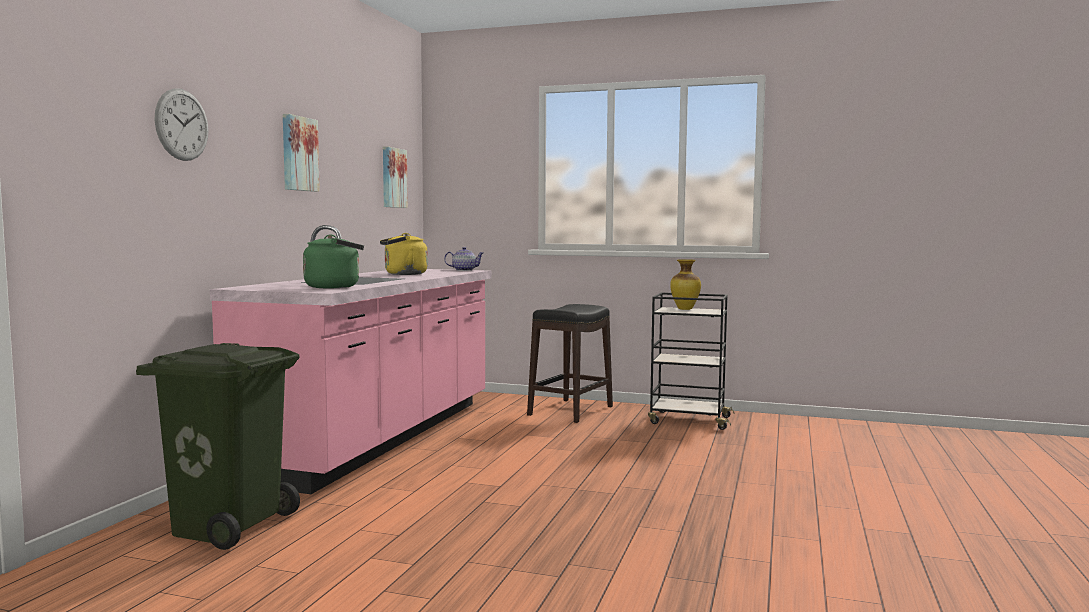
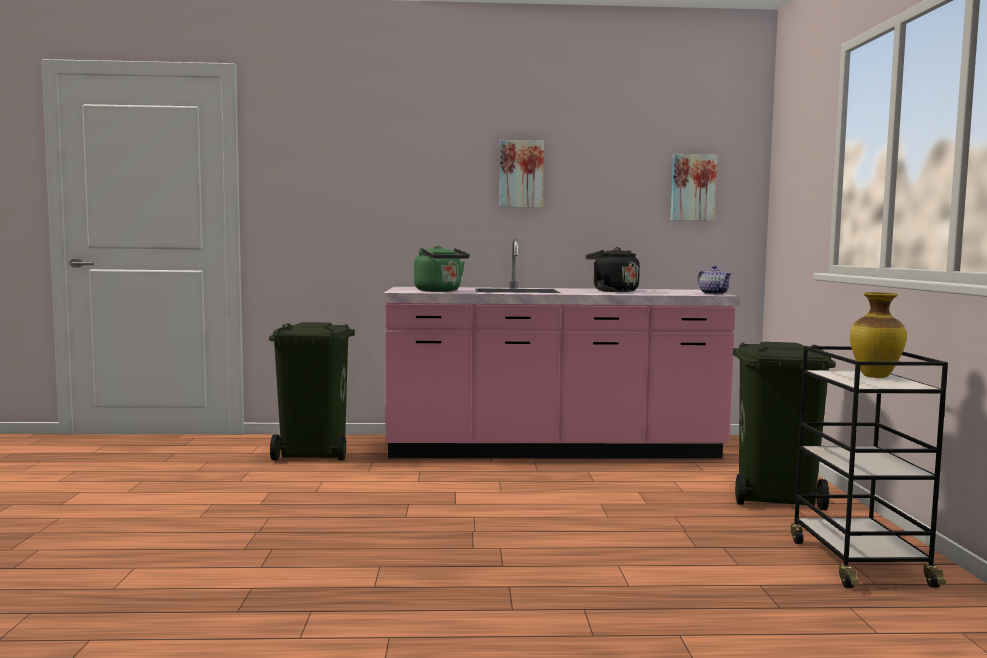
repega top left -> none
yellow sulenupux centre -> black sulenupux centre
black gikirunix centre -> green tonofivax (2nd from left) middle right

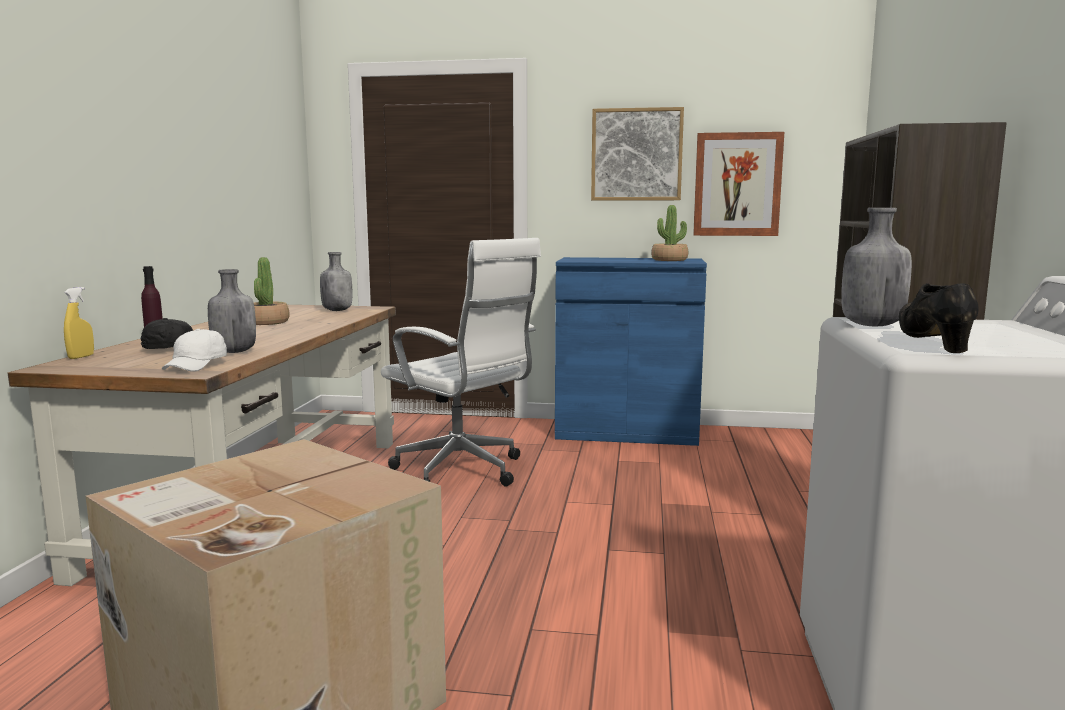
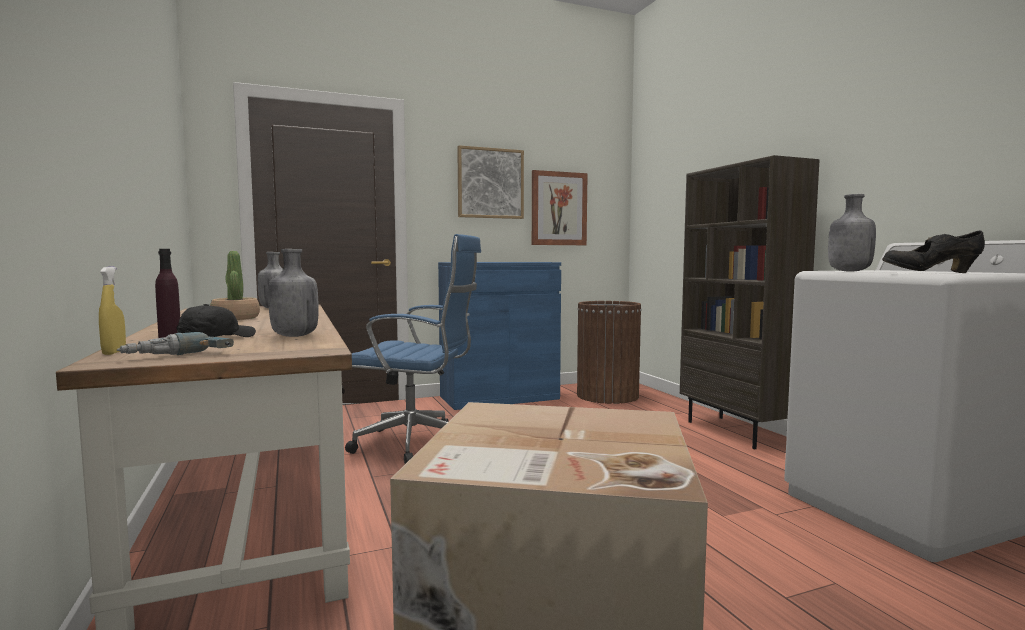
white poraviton middle left -> none
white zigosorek centre -> blue zigosorek centre
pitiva (2nd from left) top centre -> none
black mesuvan middle right, 60 degrees counterclockwise
none -> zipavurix middle left
none -> brown tonofivax centre

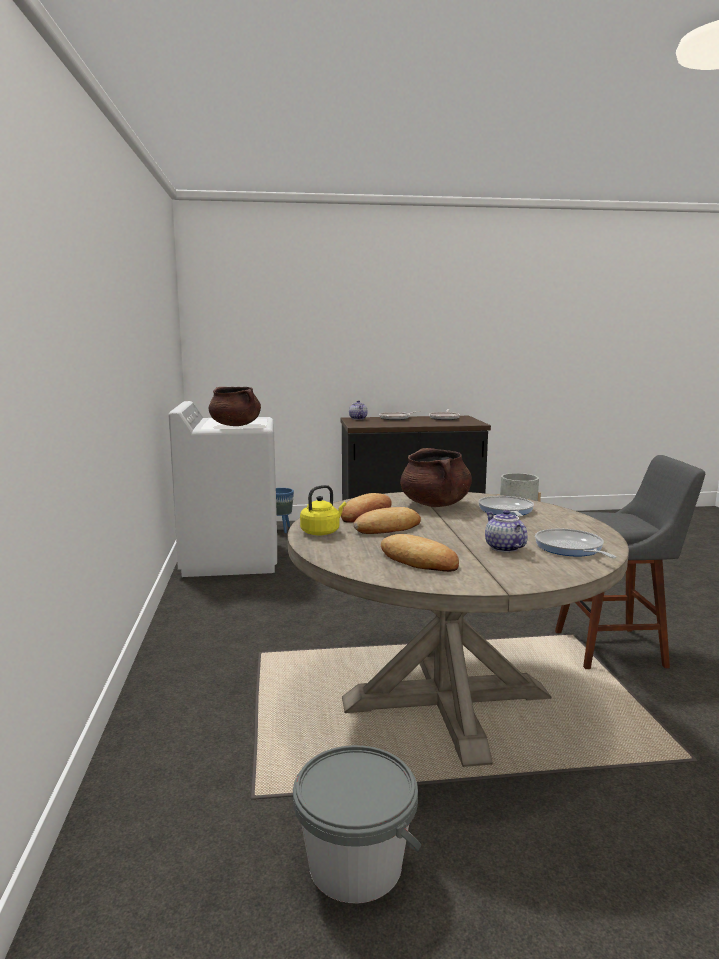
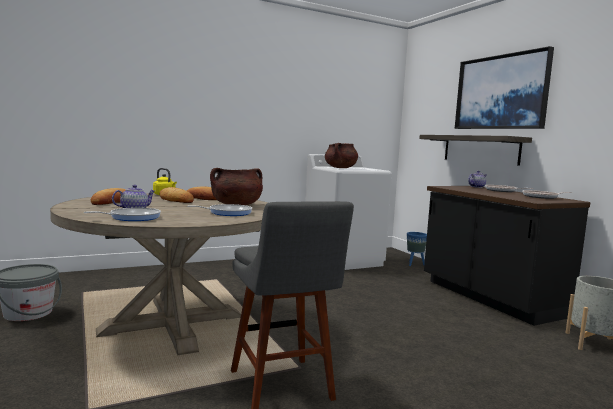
none -> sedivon middle right
none -> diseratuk top right

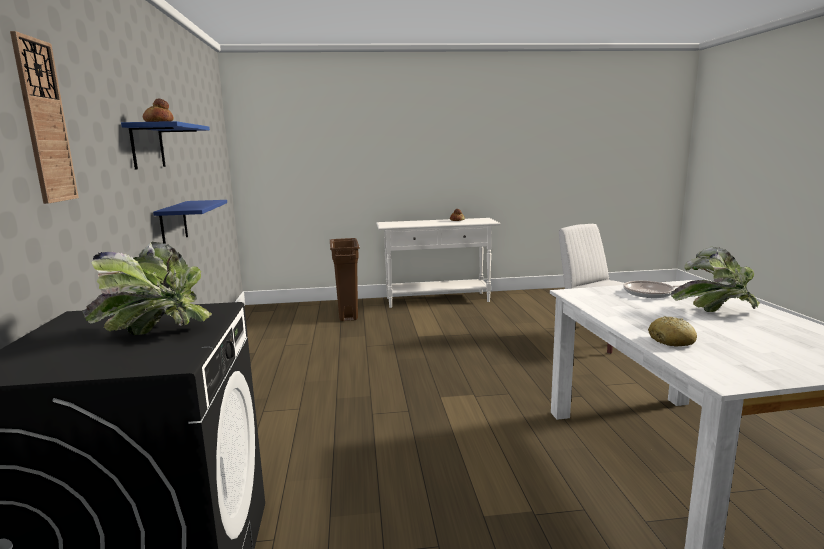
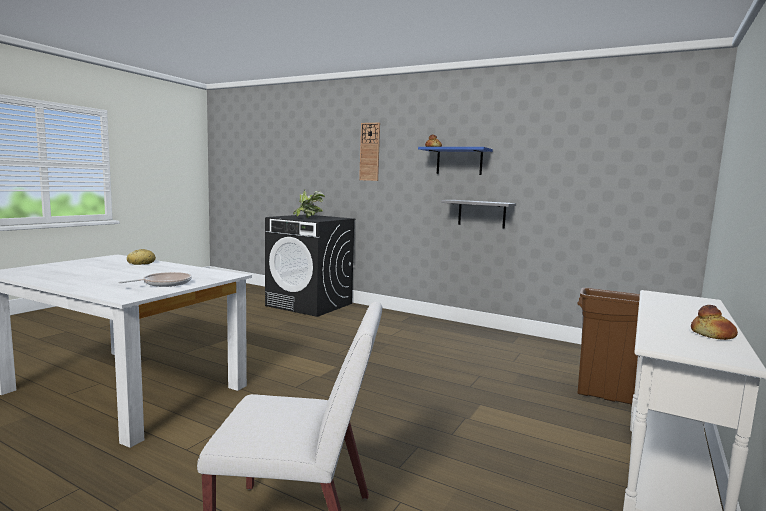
blue sedivon (2nd from left) middle left -> grey sedivon centre
pitiva (2nd from left) middle right -> none

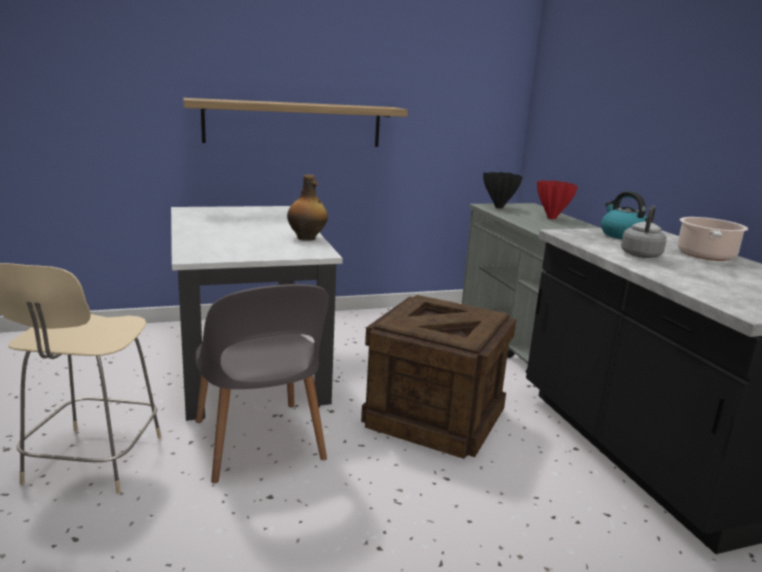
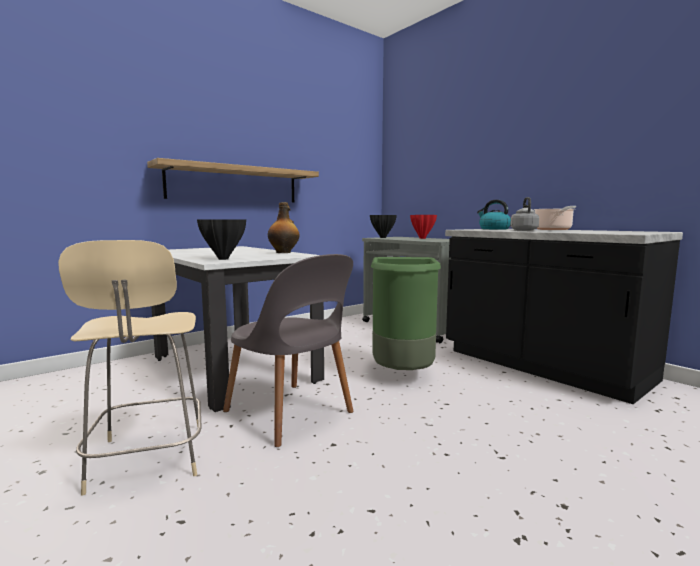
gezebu centre -> green tonofivax centre
none -> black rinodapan (1st from left) middle left

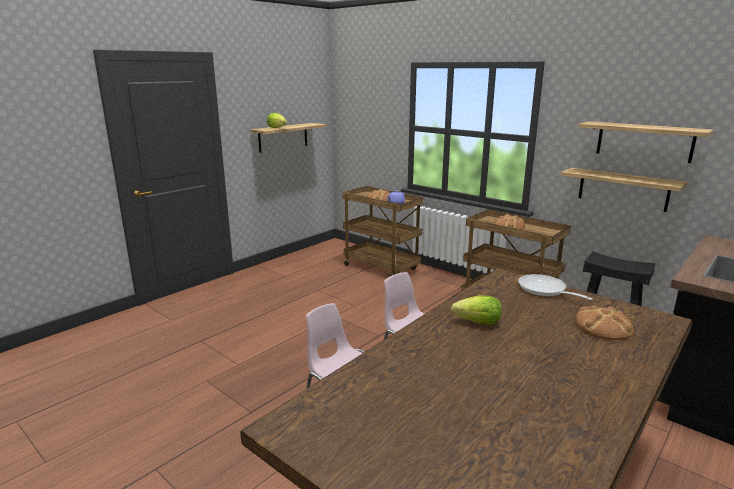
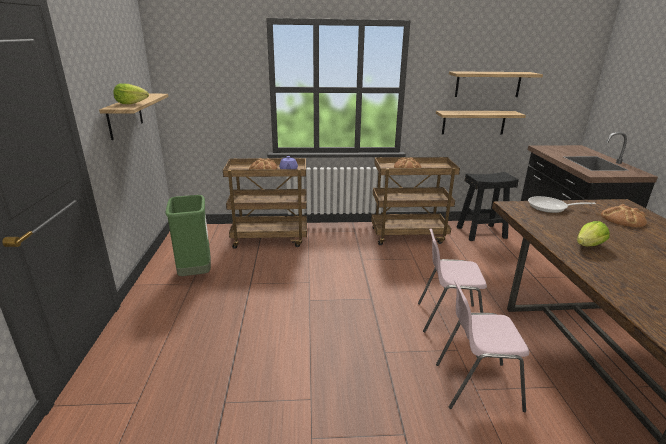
none -> green tonofivax middle left

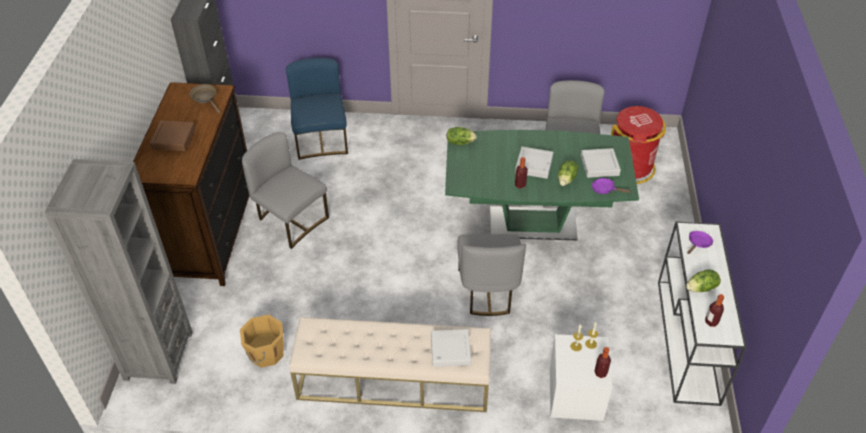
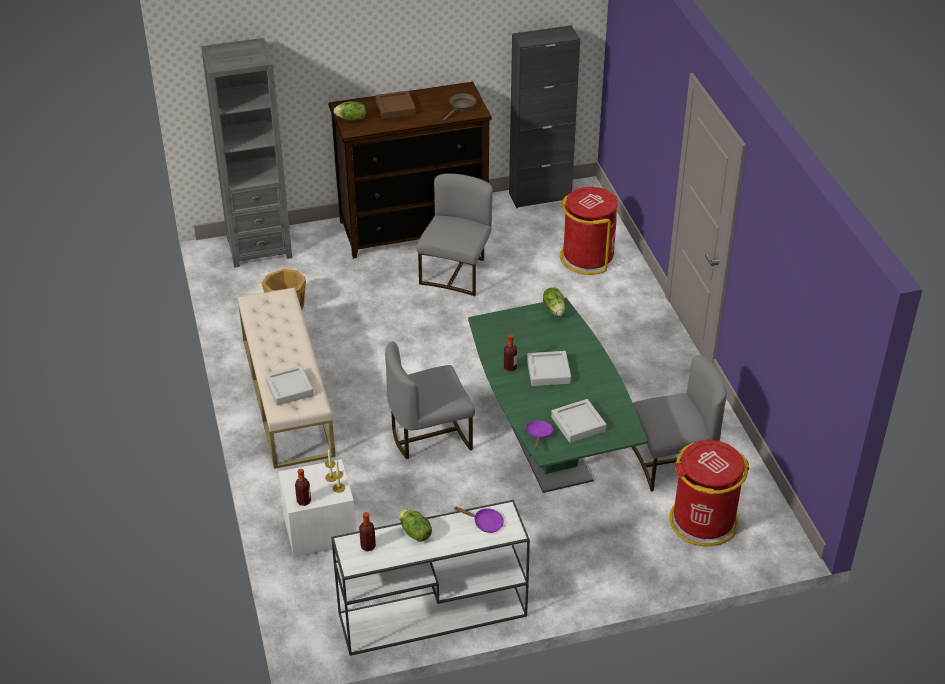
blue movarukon top centre -> red tonofivax (1st from left) centre
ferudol (2nd from left in the first image) centre -> ferudol (1st from left) top centre, moved

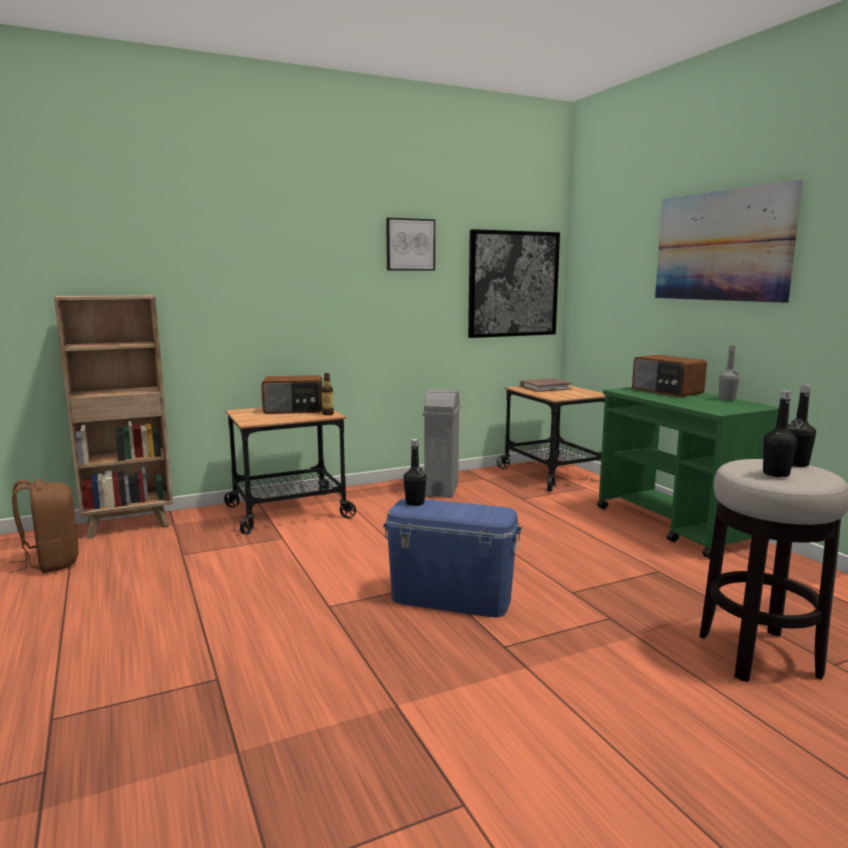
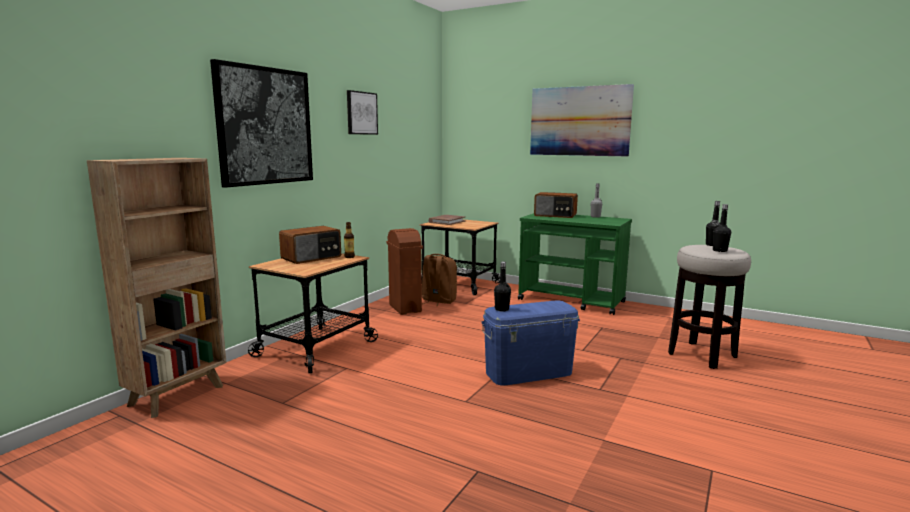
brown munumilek middle left -> brown munumilek centre, moved
grey tonofivax centre -> brown tonofivax centre
diseratuk (2nd from left in the first image) centre -> diseratuk (1st from left) top left, moved

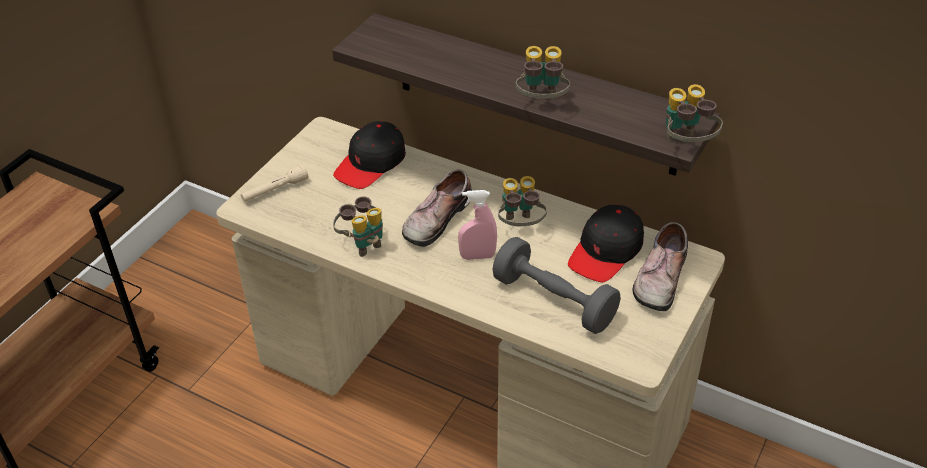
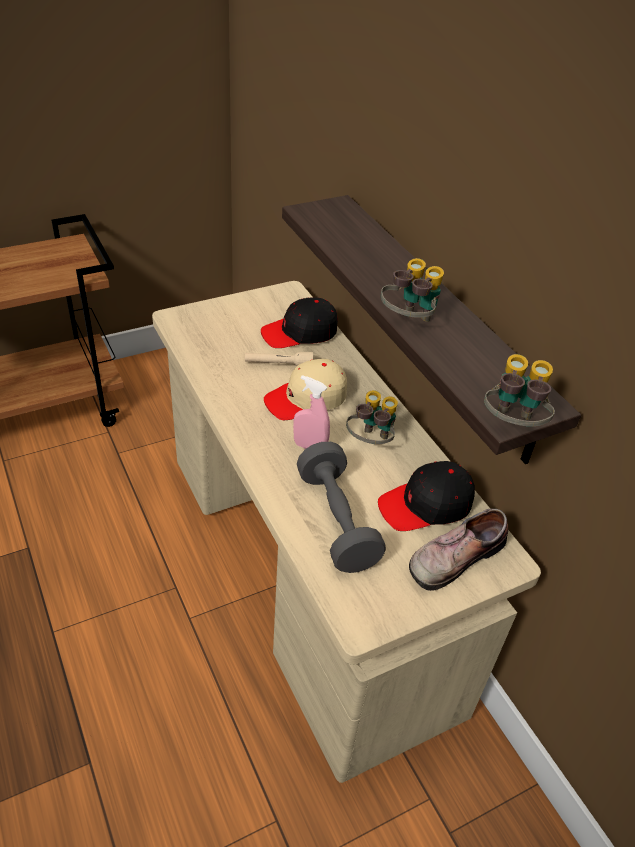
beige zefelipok middle left -> beige zefelipok centre, moved
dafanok (1st from left) centre -> none
mesuvan (1st from left) centre -> beige poraviton centre

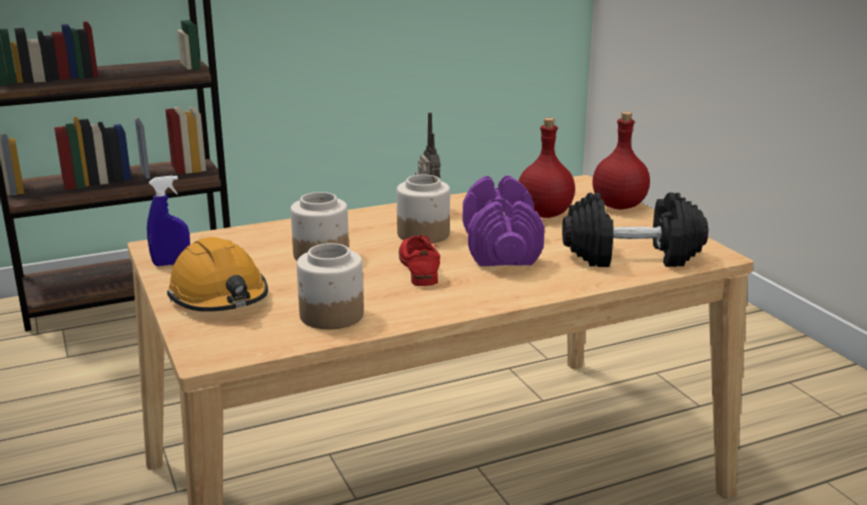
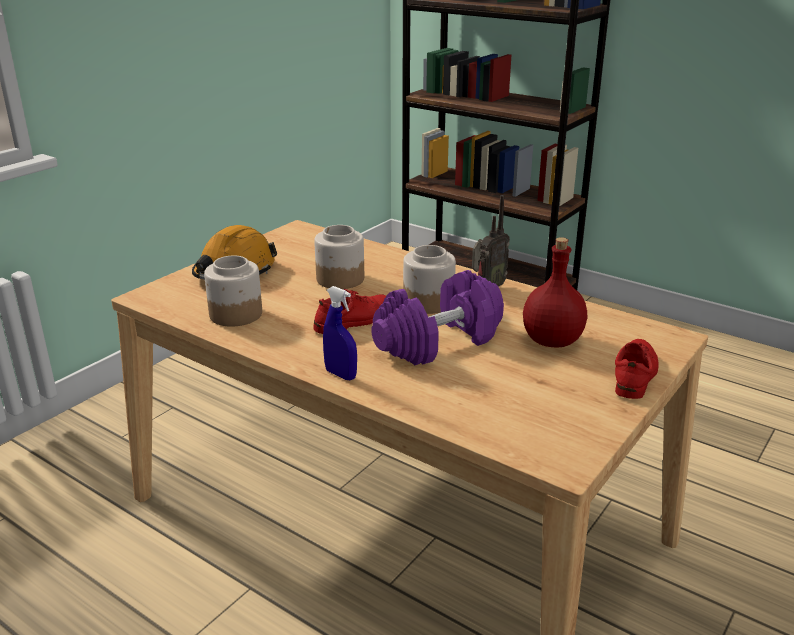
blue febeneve middle left -> blue febeneve centre, moved
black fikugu middle right -> none
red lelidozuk (2nd from left) top right -> red mesuvan (2nd from left) middle right

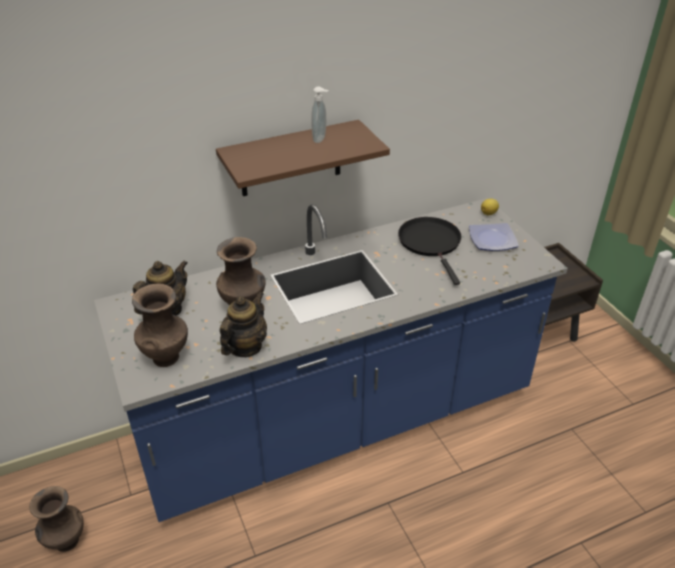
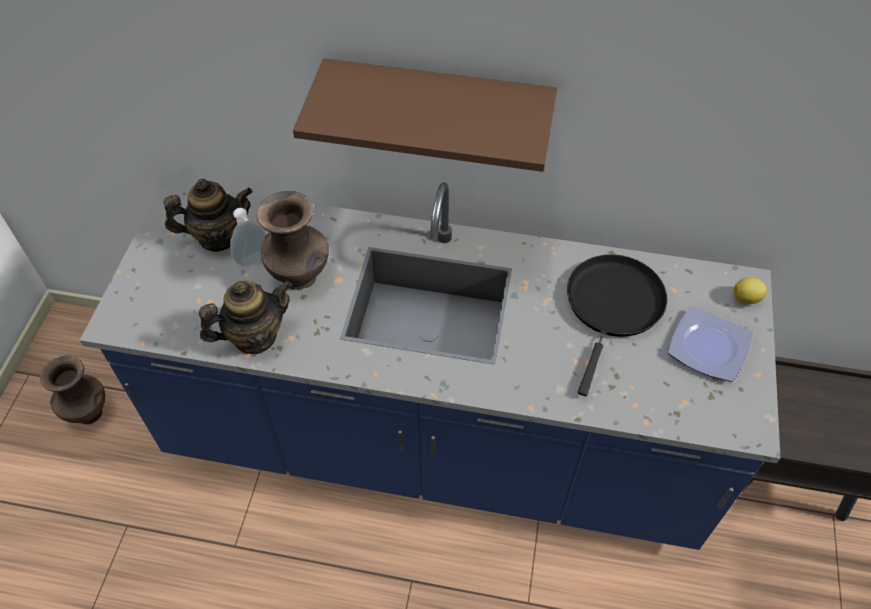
brown rinodapan (2nd from left) middle left -> none
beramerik top centre -> beramerik middle left, moved

